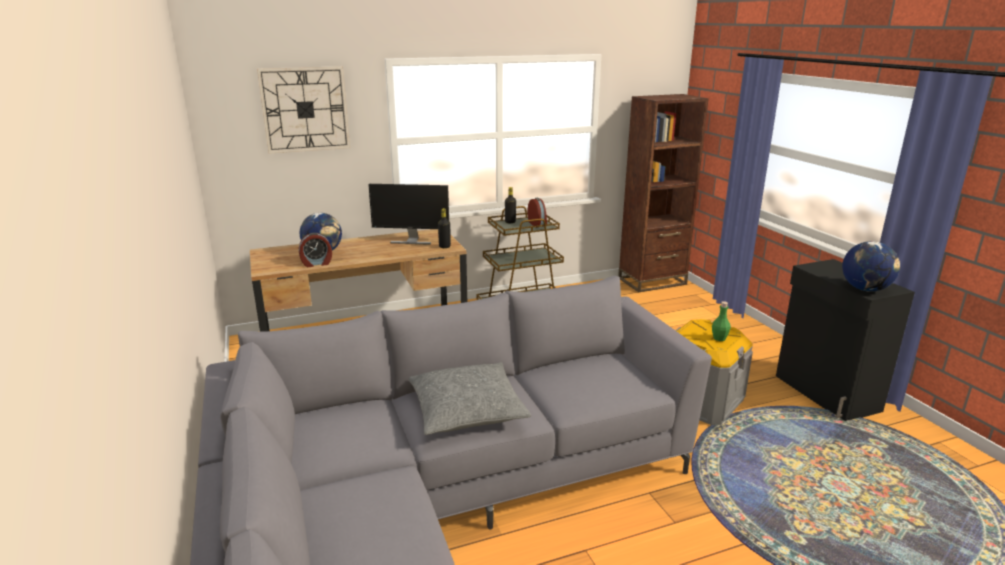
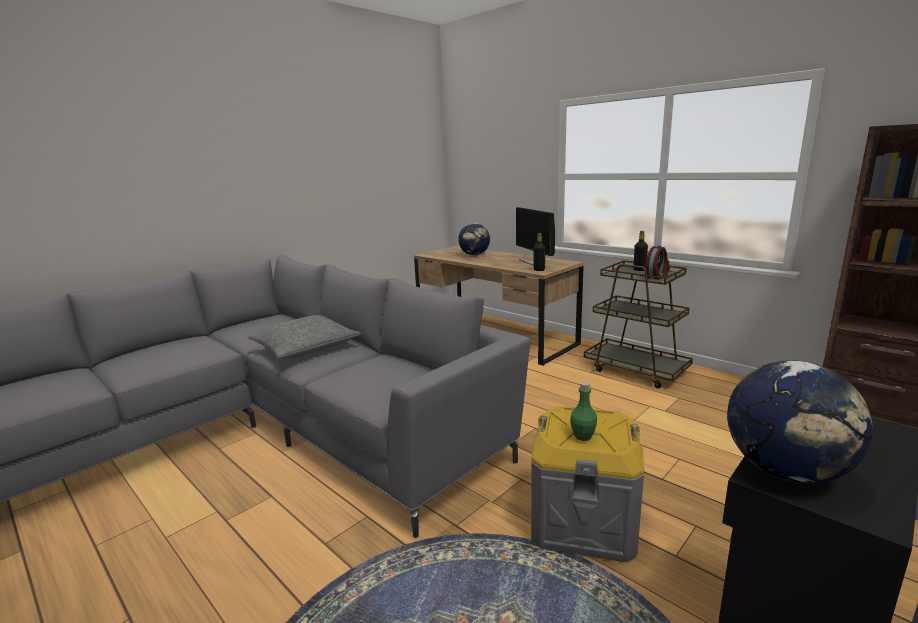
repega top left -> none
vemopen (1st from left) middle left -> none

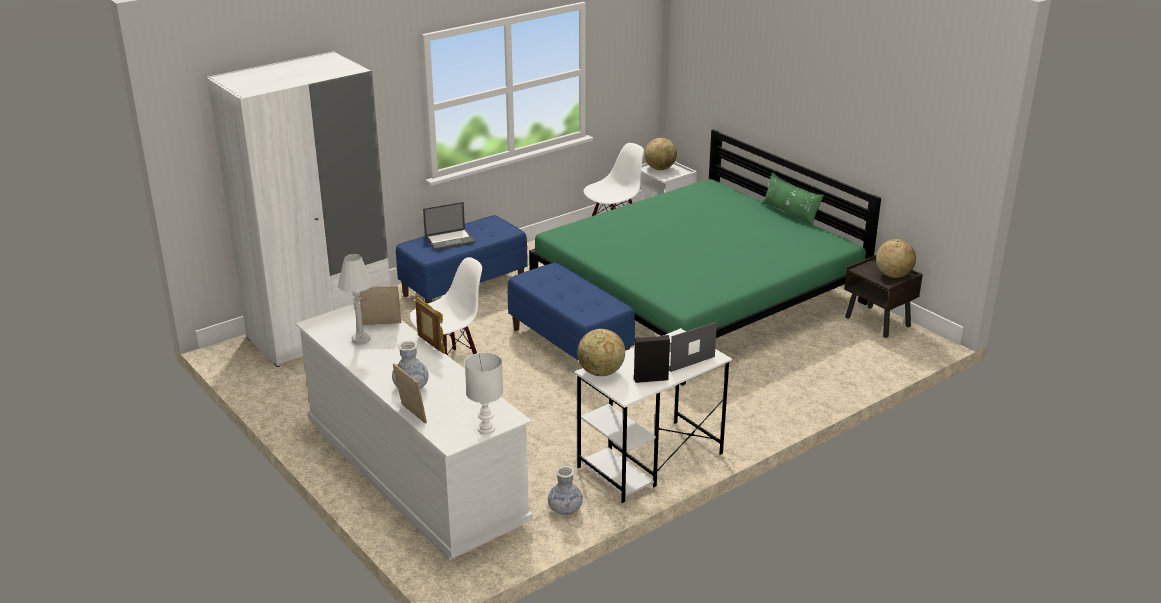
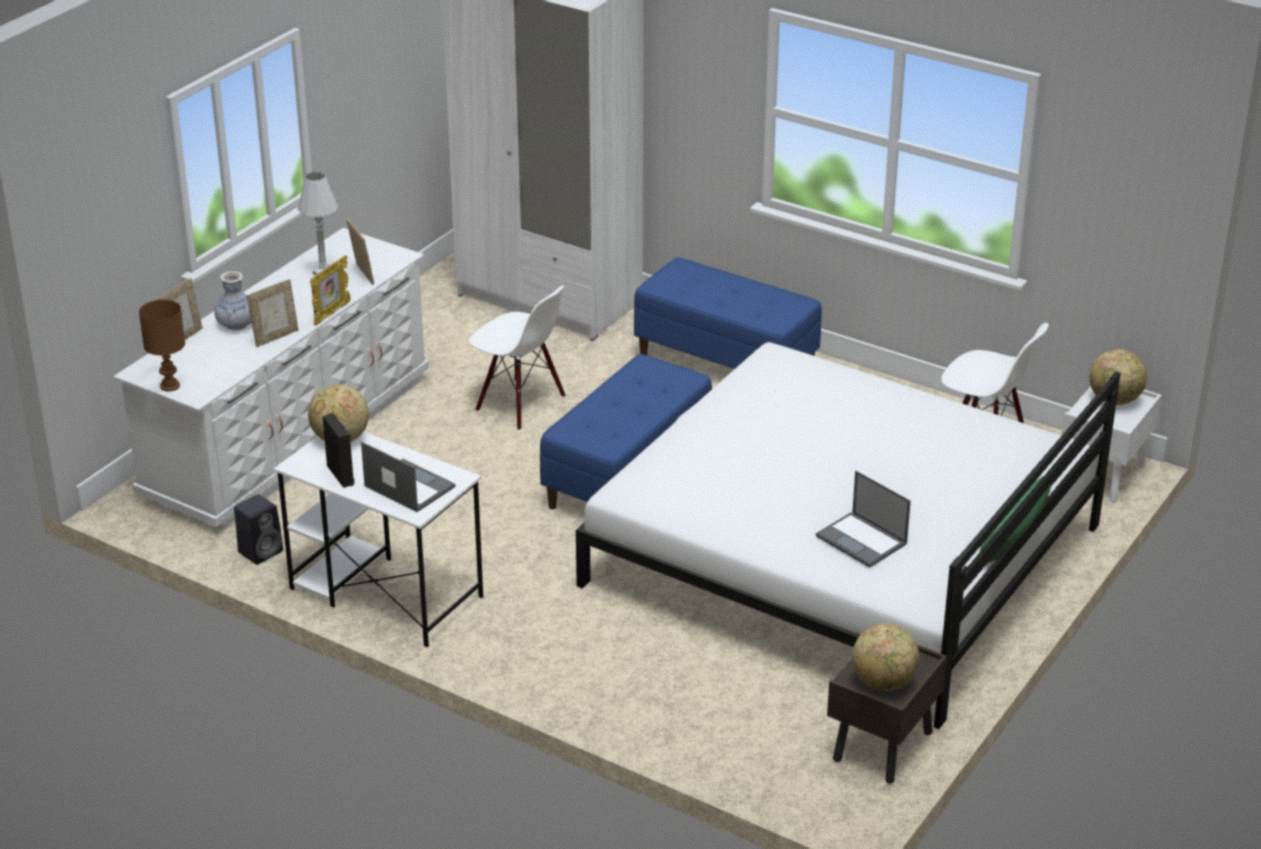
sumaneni (1st from left in the first image) centre -> sumaneni (2nd from left) middle right, moved
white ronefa (2nd from left) centre -> brown ronefa middle left
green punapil centre -> white punapil middle right
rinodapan (2nd from left) bottom centre -> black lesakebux (1st from left) middle left
none -> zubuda (2nd from left) middle left

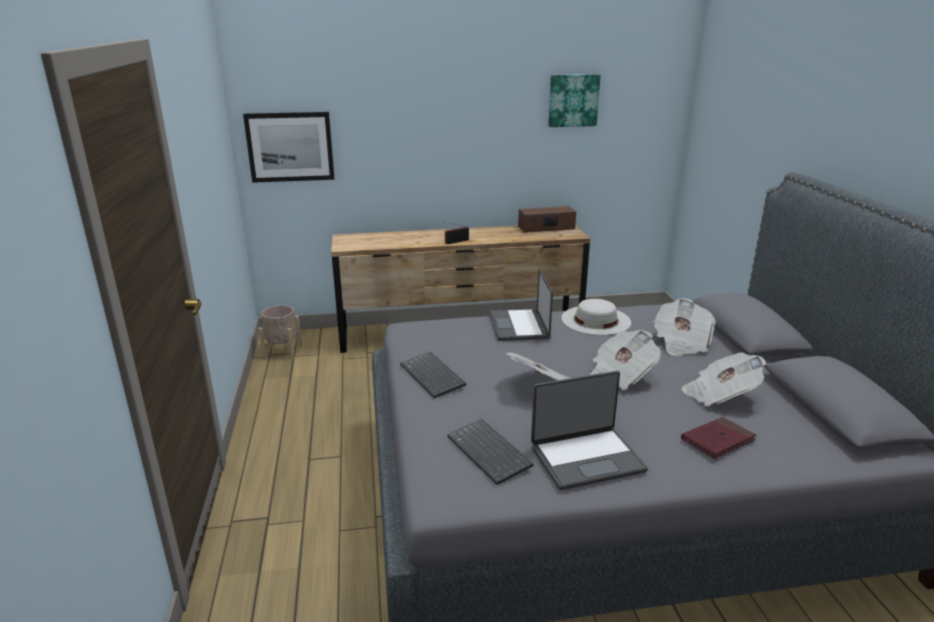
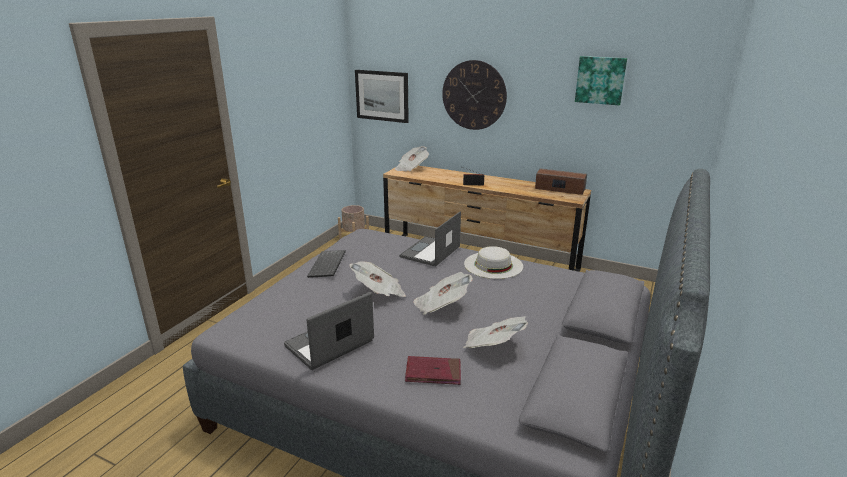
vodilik (2nd from left) bottom centre -> none
sumaneni (2nd from left in the first image) bottom centre -> sumaneni (1st from left) bottom centre, 120 degrees clockwise
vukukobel (3rd from left in the first image) middle right -> vukukobel (2nd from left) top centre, moved
none -> repega top centre

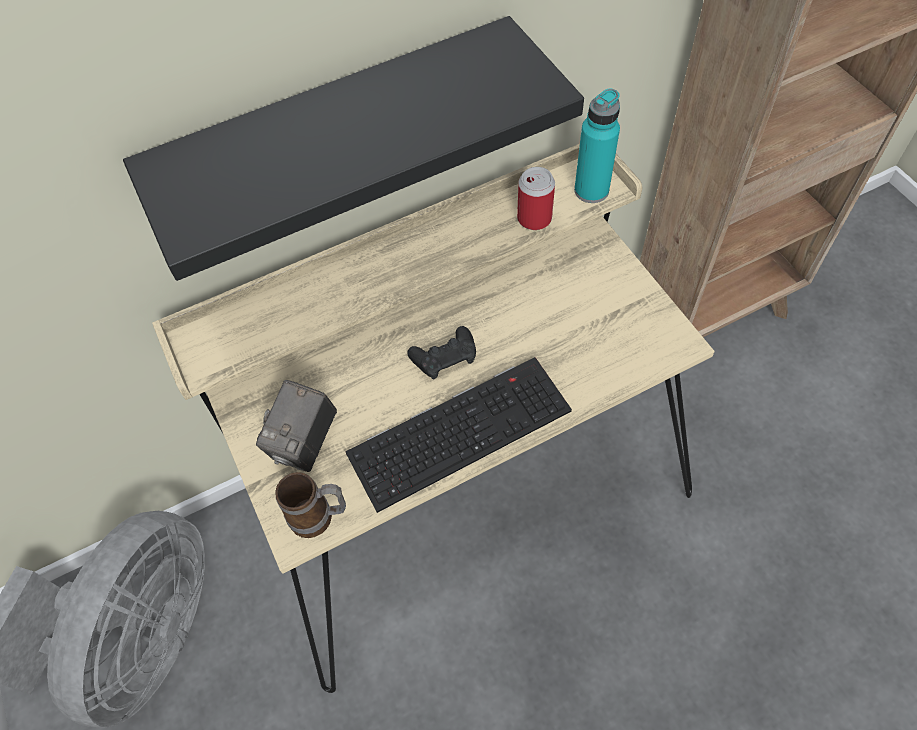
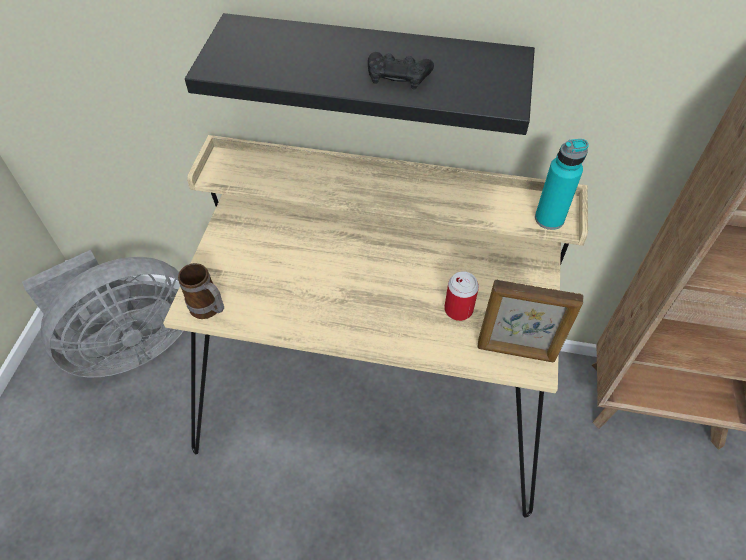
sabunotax middle left -> none
vodilik centre -> none
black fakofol centre -> black fakofol top centre, moved
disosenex top centre -> disosenex centre, moved
none -> zubuda middle right

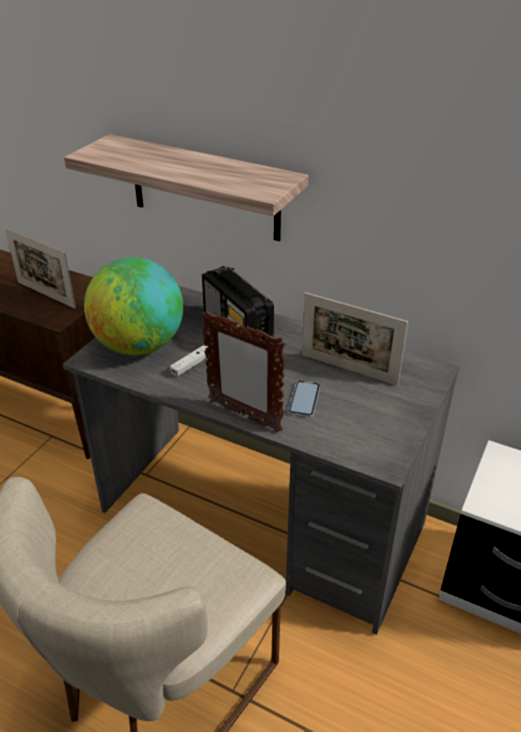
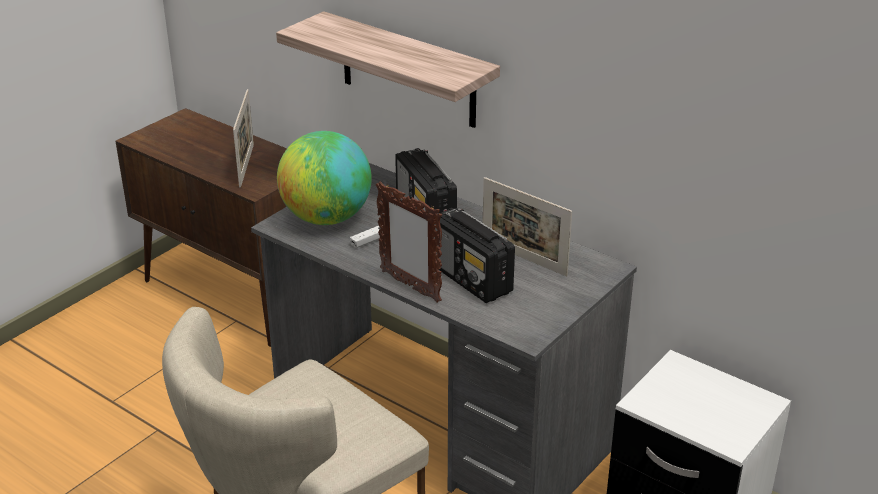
zubuda (1st from left) middle left -> zubuda (1st from left) top left, 135 degrees counterclockwise
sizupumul centre -> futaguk (2nd from left) centre

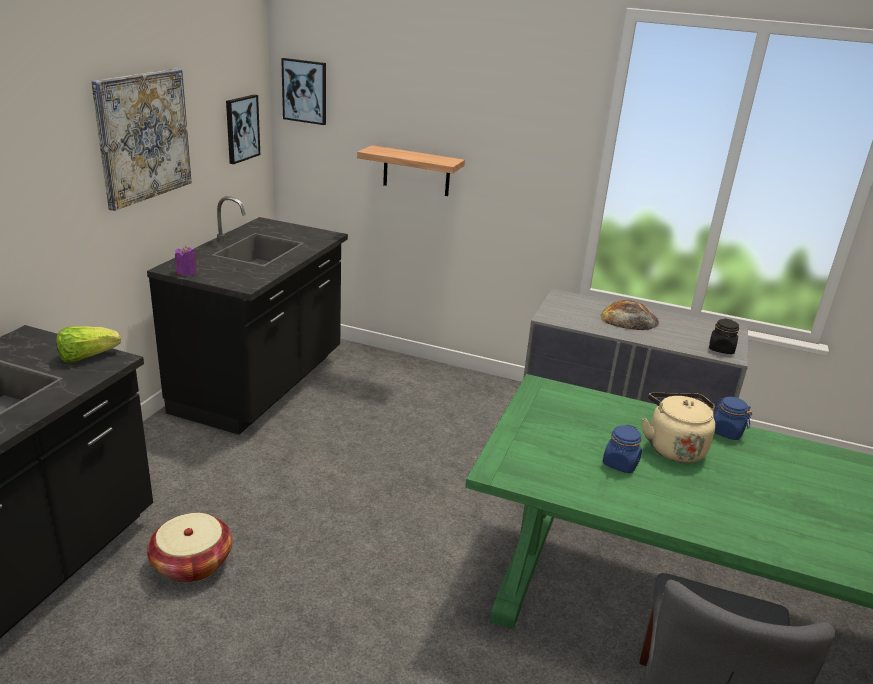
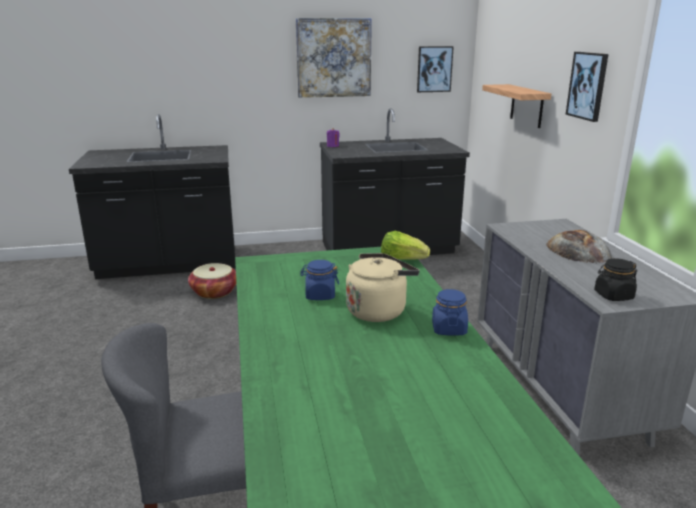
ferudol middle left -> ferudol centre, moved
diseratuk (3rd from left) top centre -> diseratuk (3rd from left) top right, moved

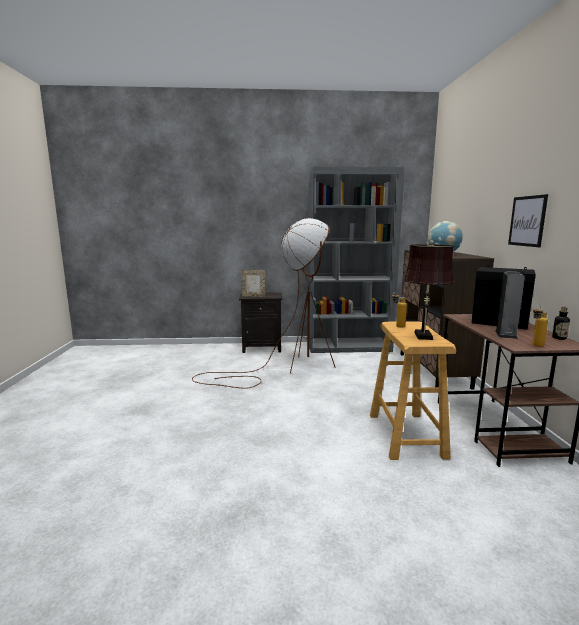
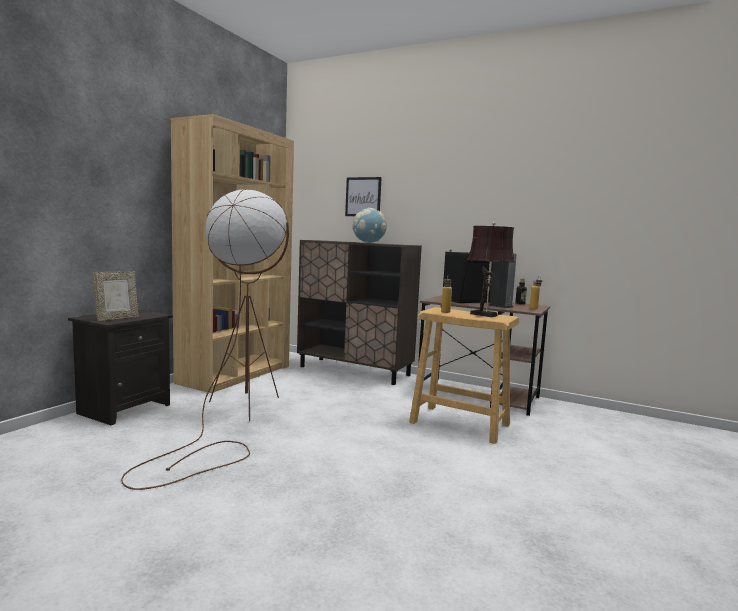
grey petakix centre -> brown petakix middle left
diseratuk middle right -> diseratuk top centre, moved

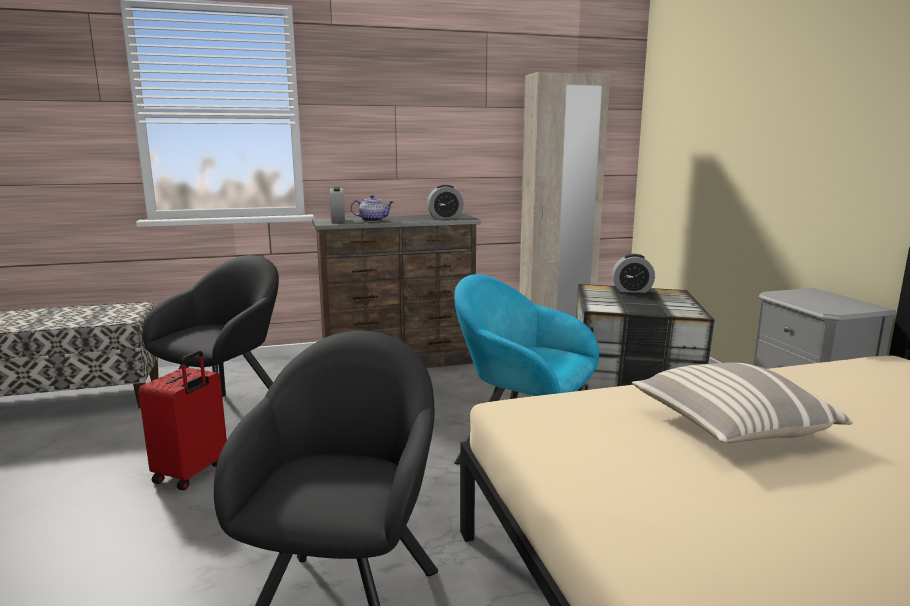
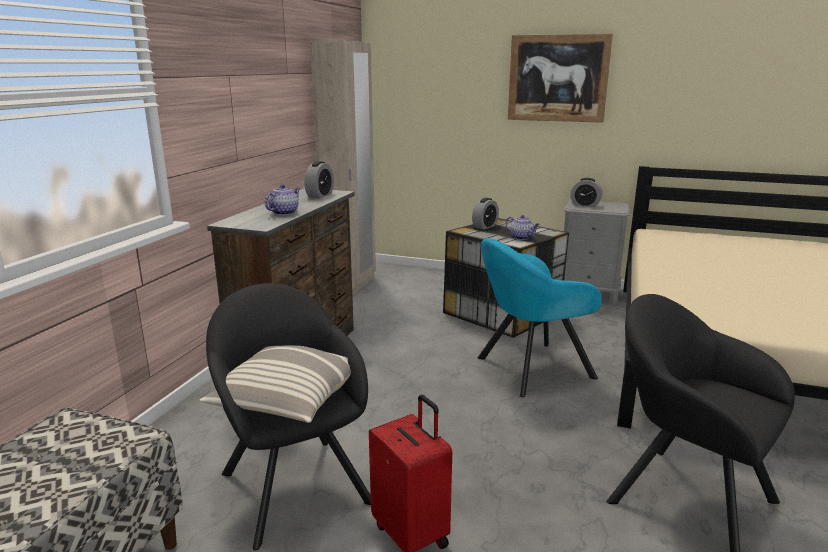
vemopen (1st from left in the first image) centre -> vemopen (3rd from left) middle right, moved
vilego middle right -> vilego bottom left, moved
none -> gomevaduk (2nd from left) centre
none -> diseratuk top right

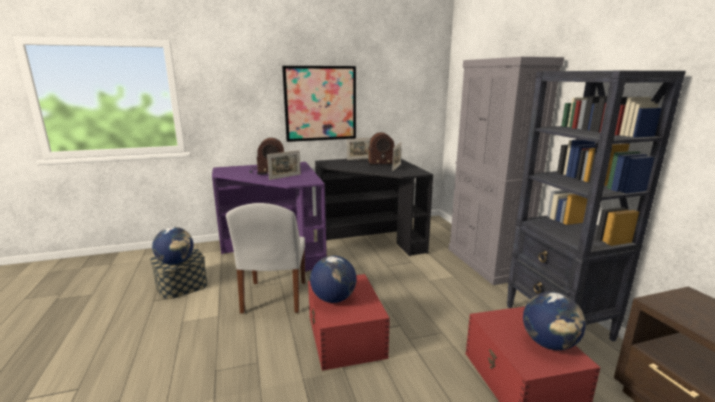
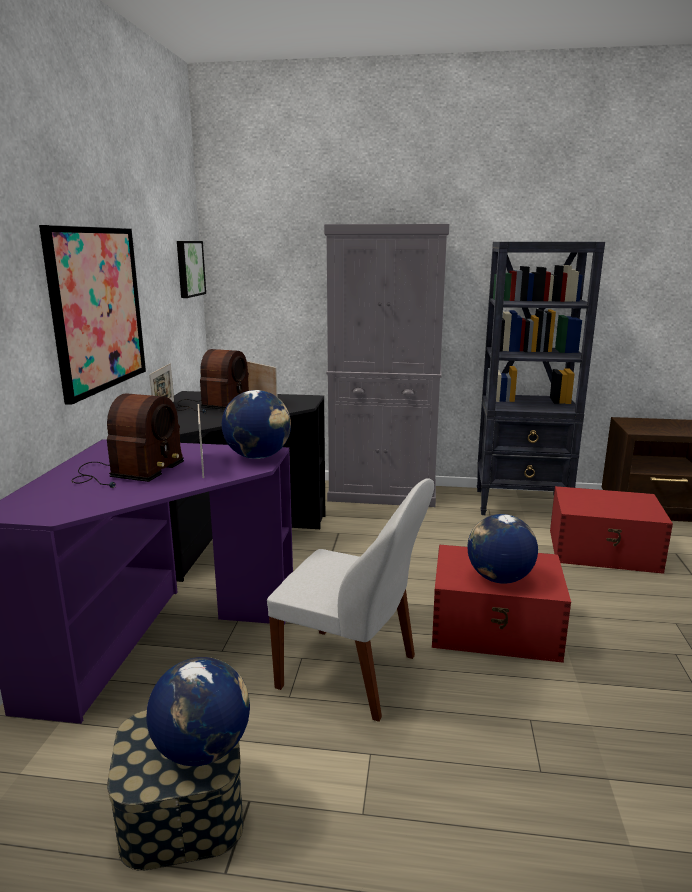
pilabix (3rd from left in the first image) bottom right -> pilabix (2nd from left) centre, moved
none -> diseratuk (2nd from left) top left

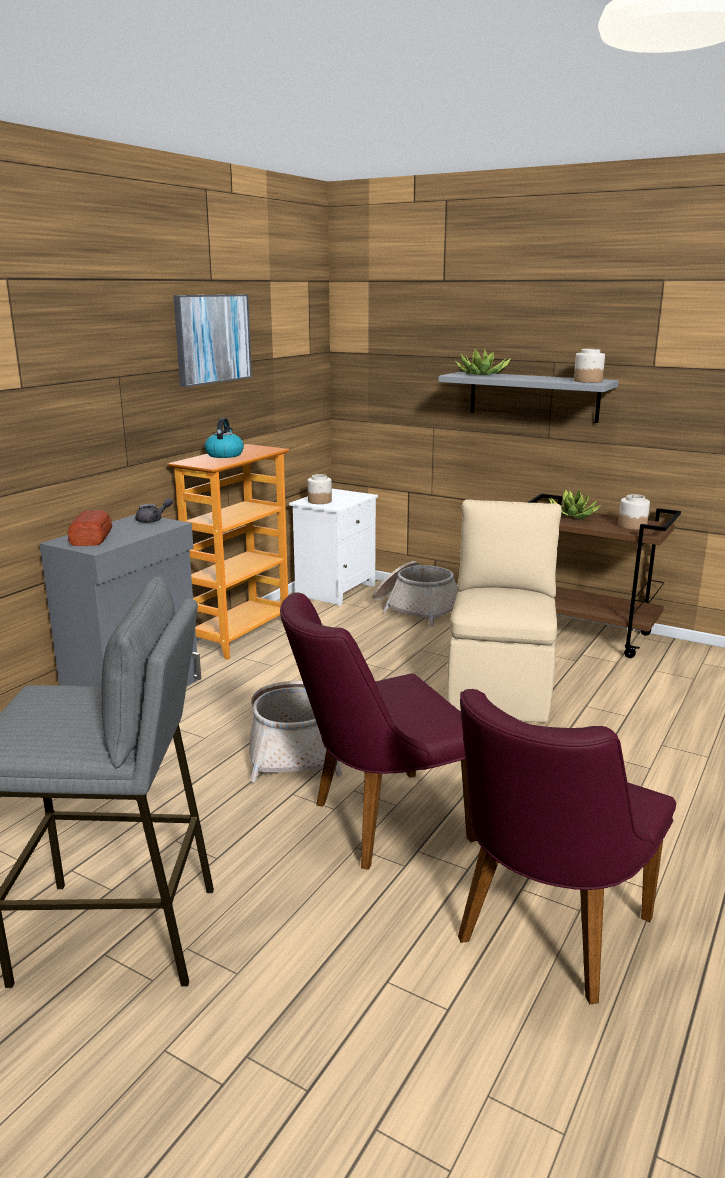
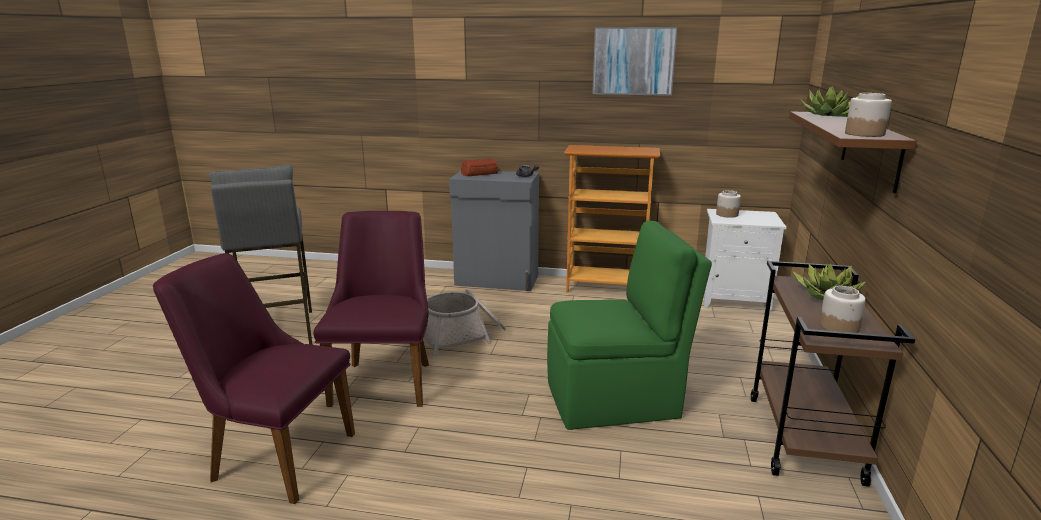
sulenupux middle left -> none
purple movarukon (1st from left in the first image) centre -> purple movarukon (2nd from left) centre, 45 degrees clockwise
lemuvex (2nd from left) centre -> none
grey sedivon middle right -> brown sedivon top right
beige movarukon middle right -> green movarukon centre

